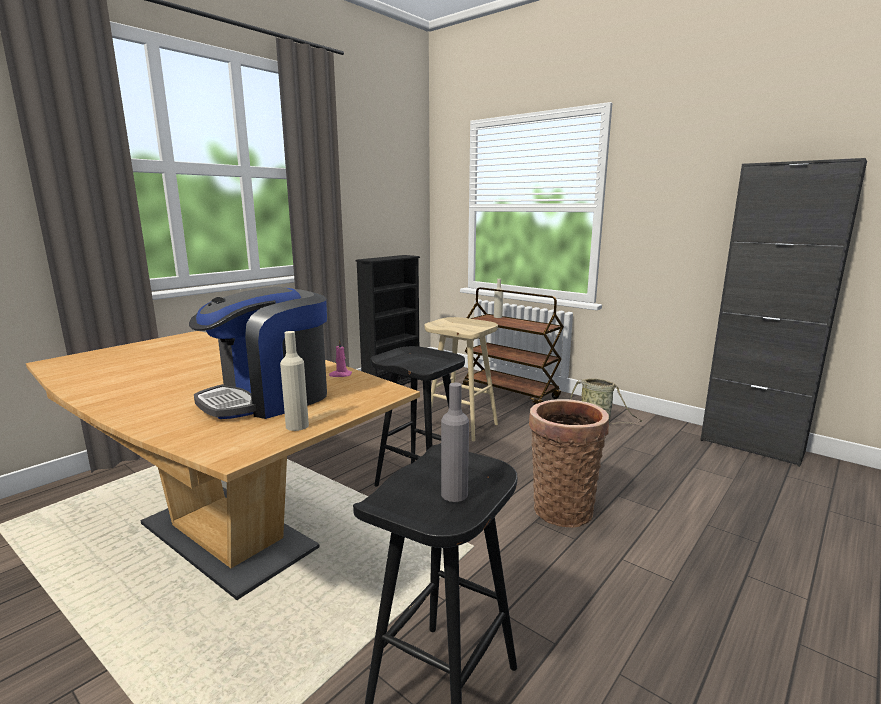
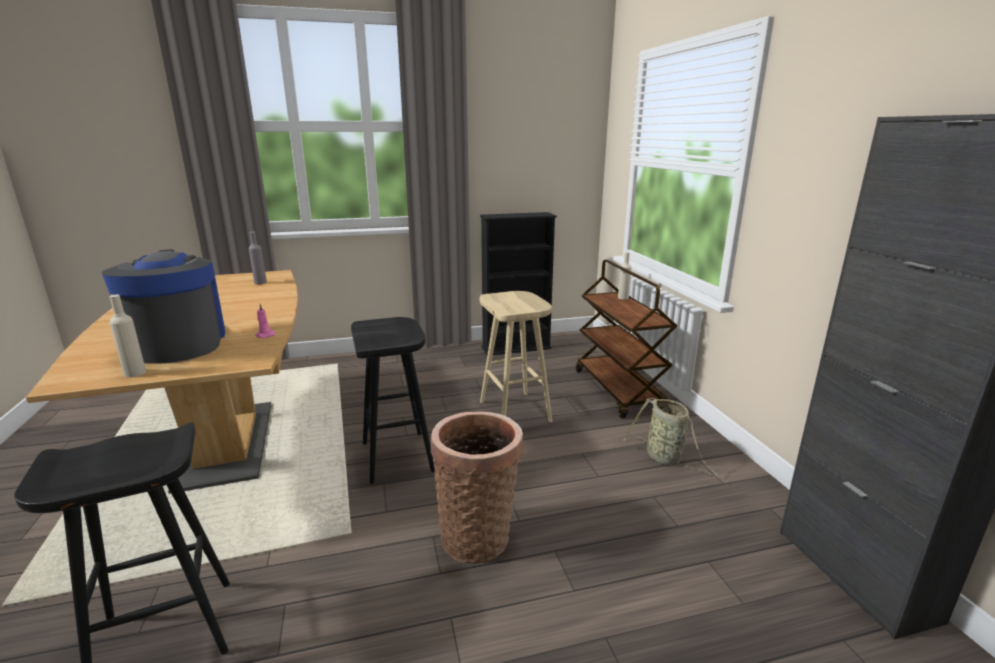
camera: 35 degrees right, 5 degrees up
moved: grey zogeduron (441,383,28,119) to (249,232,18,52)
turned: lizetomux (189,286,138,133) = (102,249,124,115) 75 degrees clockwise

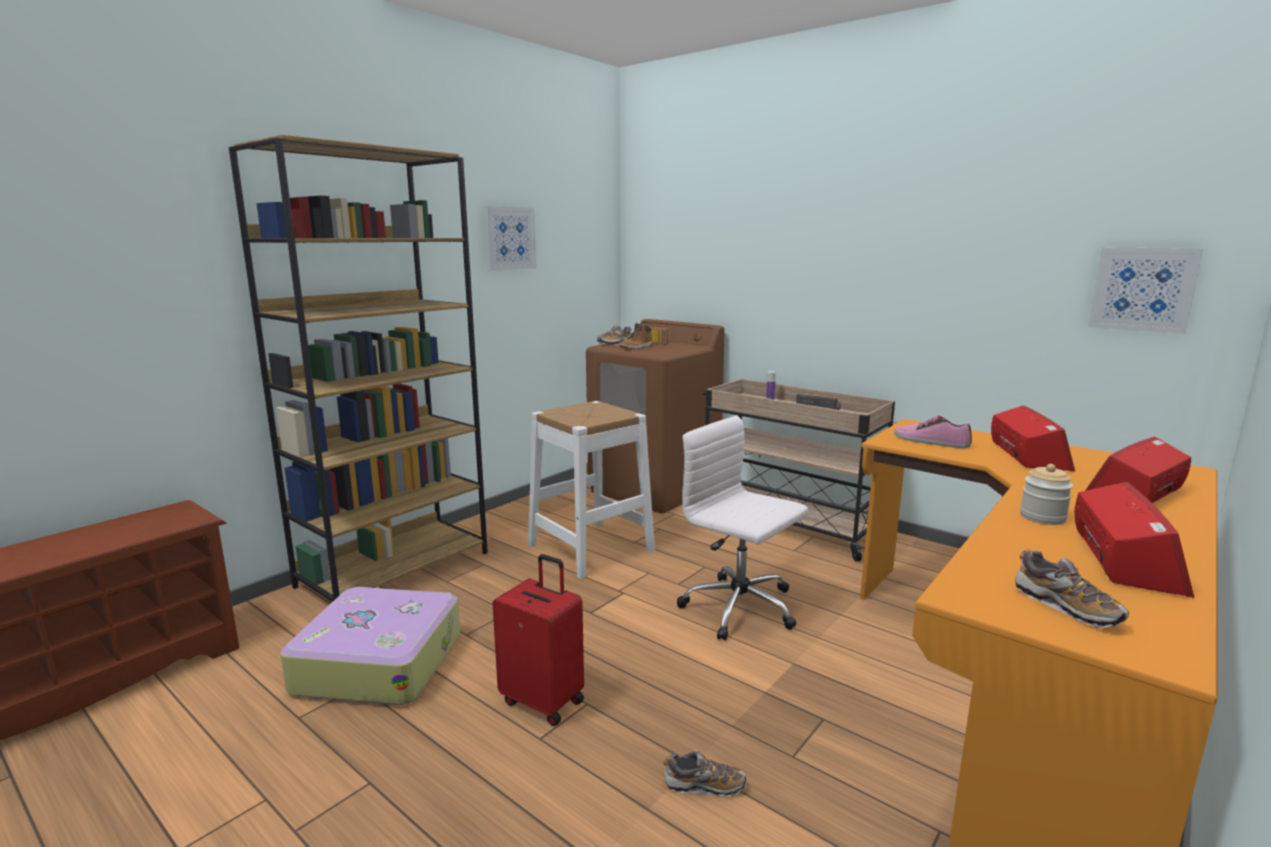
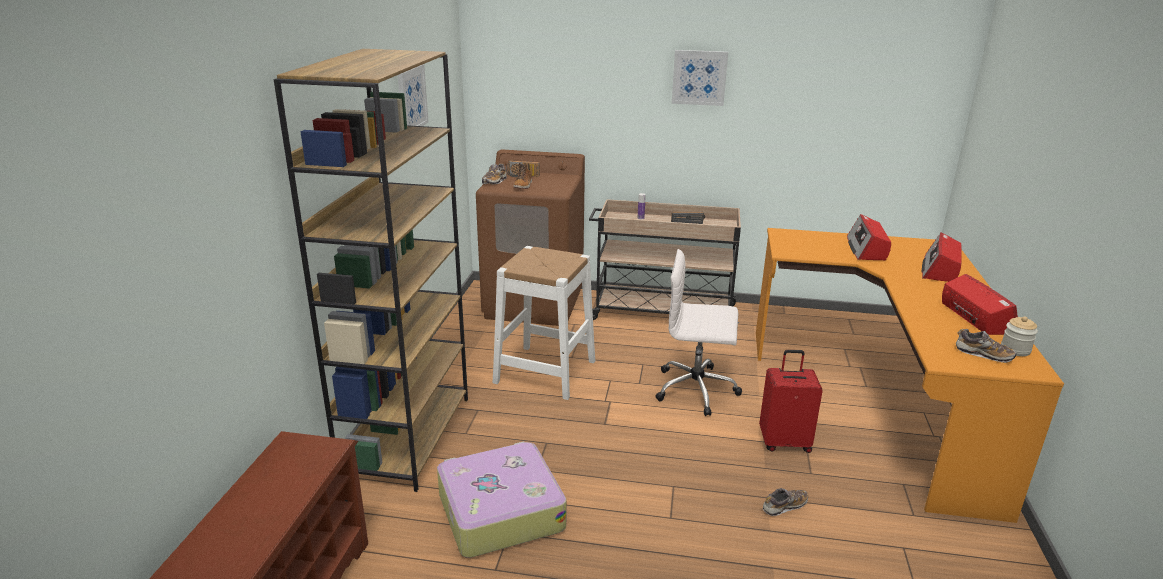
camera: 30 degrees left, 10 degrees up
removed: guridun (894,416,78,32)
moved: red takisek (492,554,92,172) to (759,350,64,103); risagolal (1020,464,53,61) to (1001,316,37,40); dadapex (1088,248,115,86) to (672,50,56,56)
turned: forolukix (991,406,84,66) = (847,214,44,46) 150 degrees counterclockwise

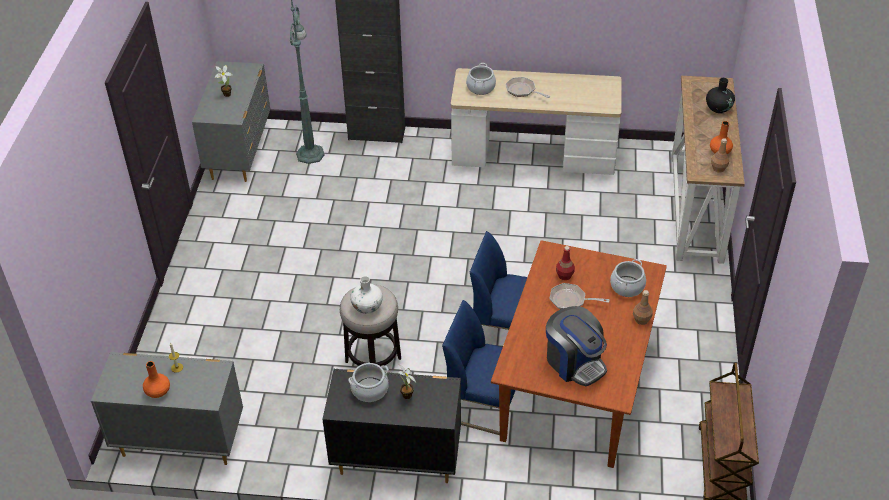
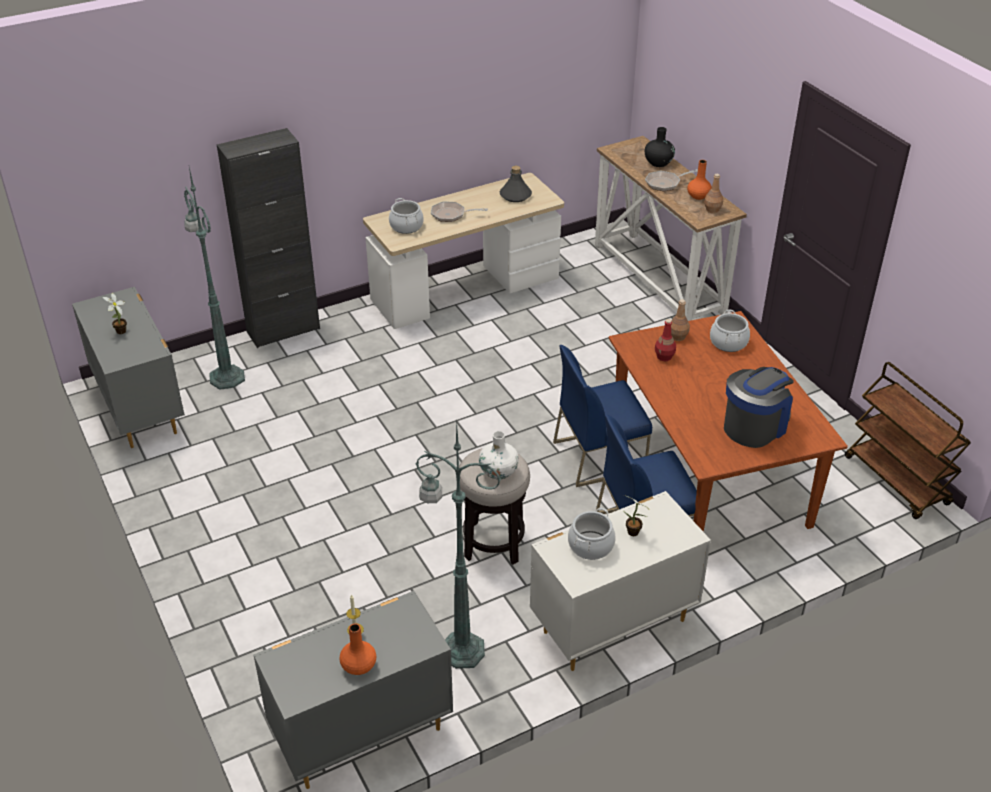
camera: 35 degrees left, 5 degrees down
added: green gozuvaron (416,421,85,248); grey zogeduron (500,166,32,36)
moved: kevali (550,283,60,26) to (645,169,53,22); brown zogeduron (633,290,20,35) to (671,299,19,42)
recoloured: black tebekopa (322,369,139,114) to white tebekopa (530,491,181,180)
turned: lizetomux (546,306,61,80) = (724,367,70,81) 60 degrees counterclockwise

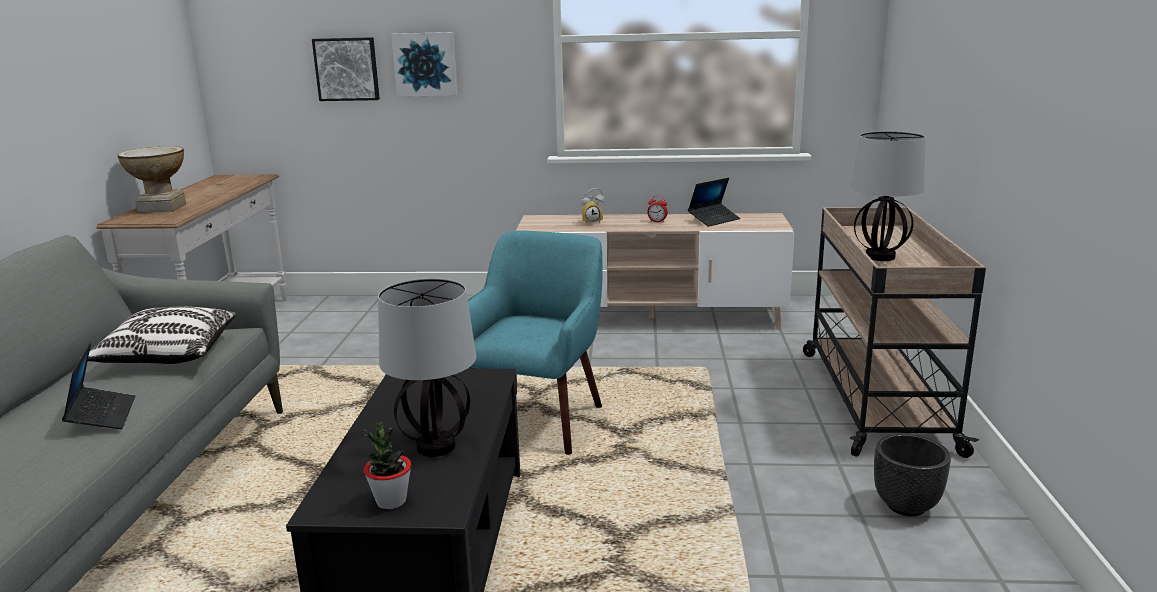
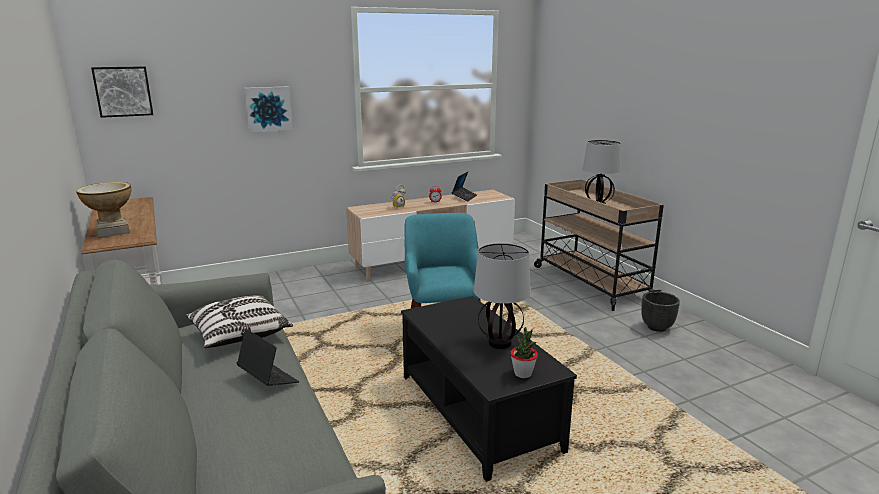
camera: 30 degrees left, 0 degrees up
moved: dadapex (312,37,68,64) to (91,66,62,52)

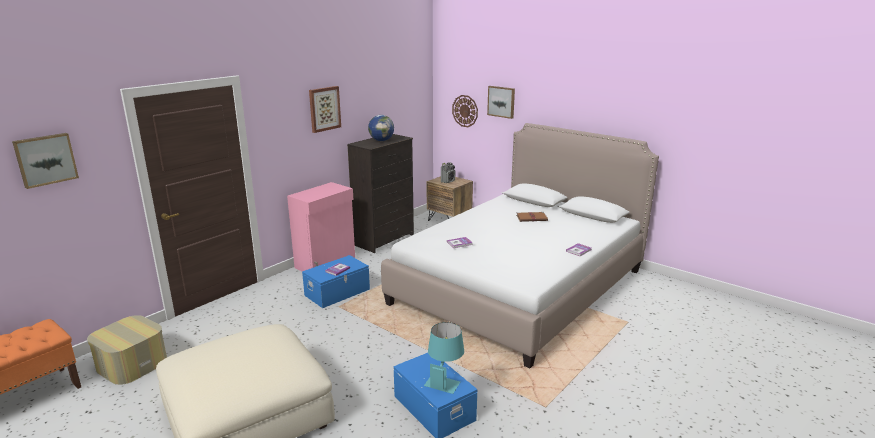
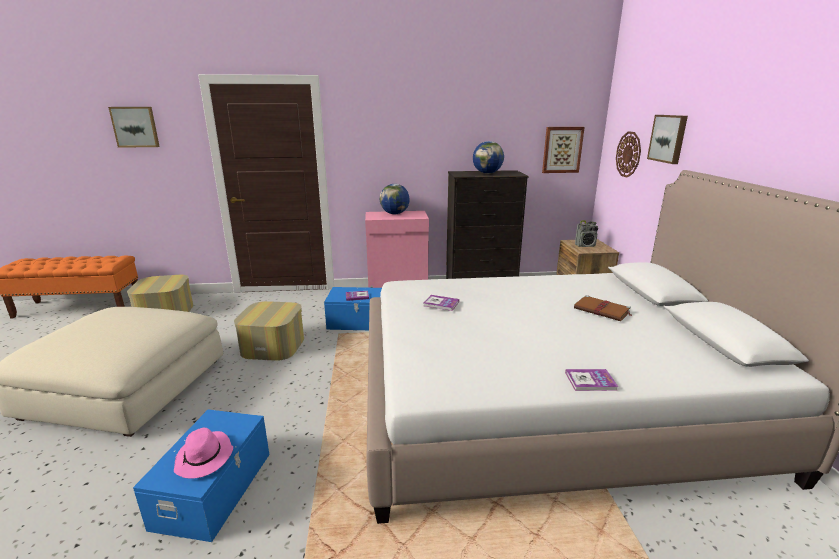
camera: 45 degrees right, 0 degrees up
added: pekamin (234,301,70,60); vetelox (380,184,30,30)
moved: dadapex (309,86,32,47) to (542,127,43,46)
replaced: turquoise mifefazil (424,322,40,72) to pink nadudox (174,428,59,51)

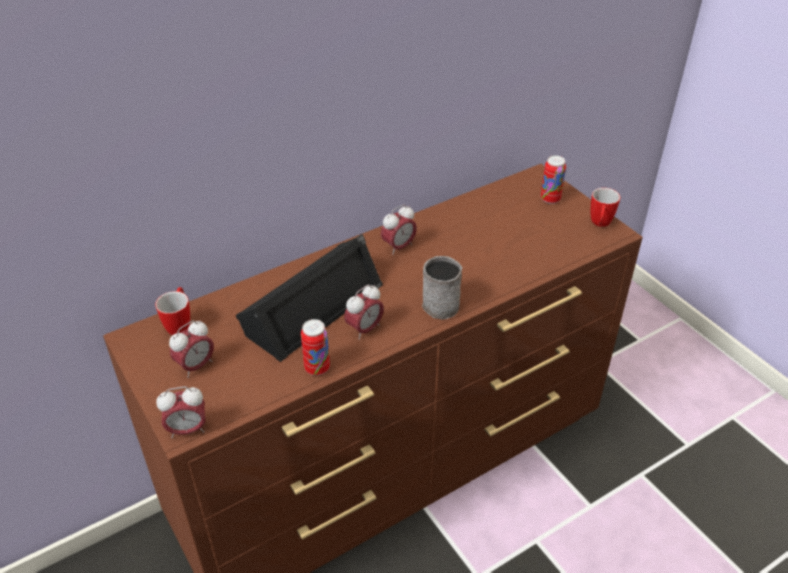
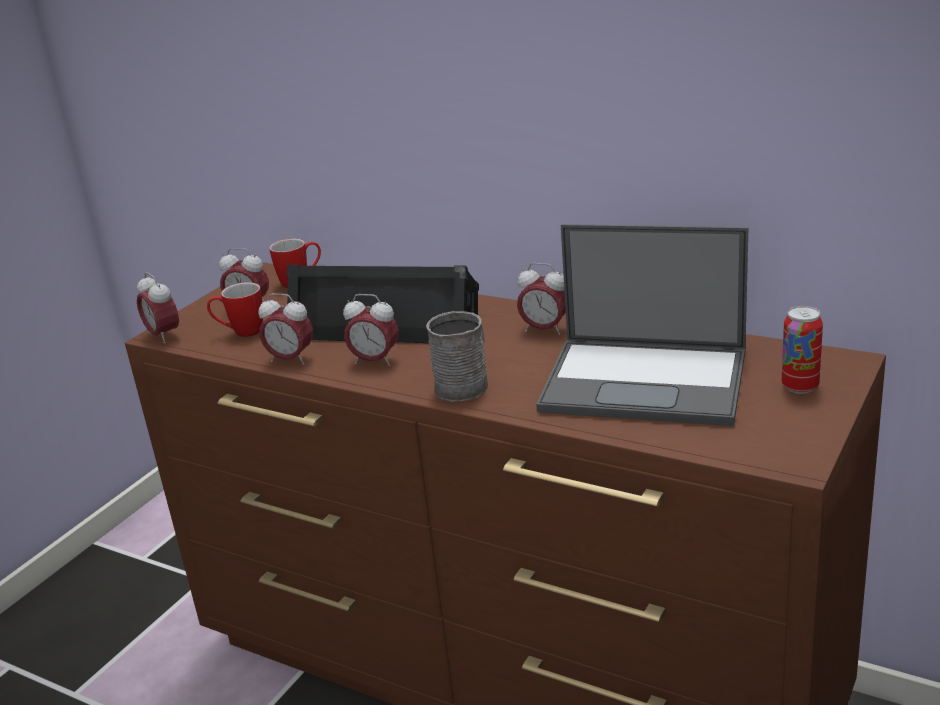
camera: 65 degrees right, 15 degrees down
added: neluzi (536,224,212,202)
moved: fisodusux (591,188,29,39) to (207,282,56,55)
replaced: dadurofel (301,319,29,57) to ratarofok (259,293,54,72)

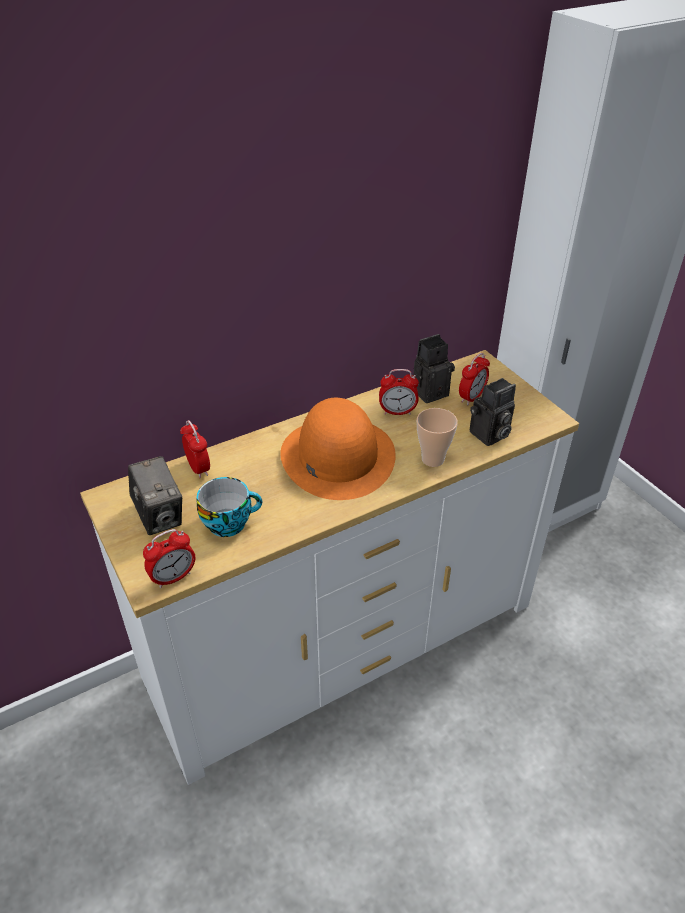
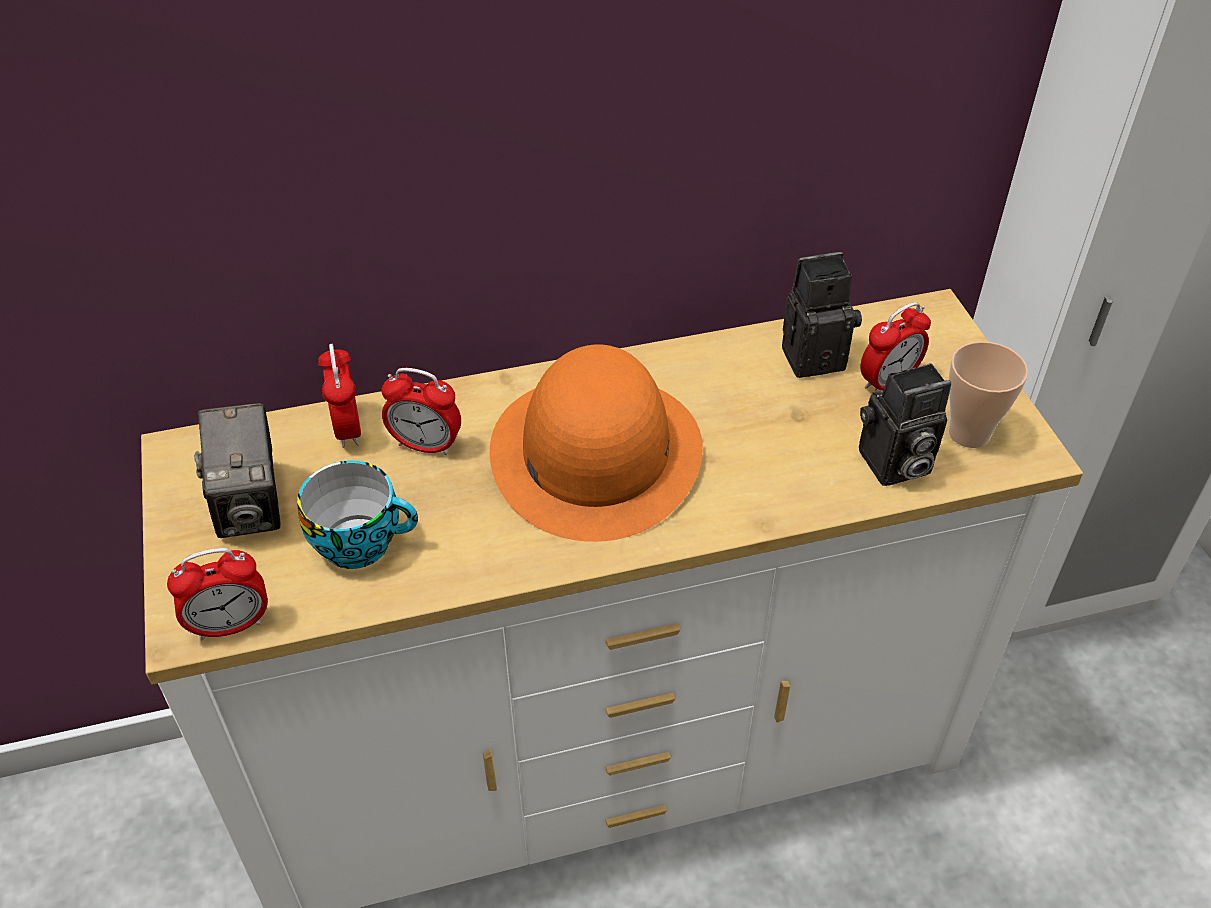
camera: 15 degrees right, 5 degrees up
moved: ratarofok (379,369,40,46) to (381,368,80,87); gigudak (417,408,41,59) to (949,341,79,107)

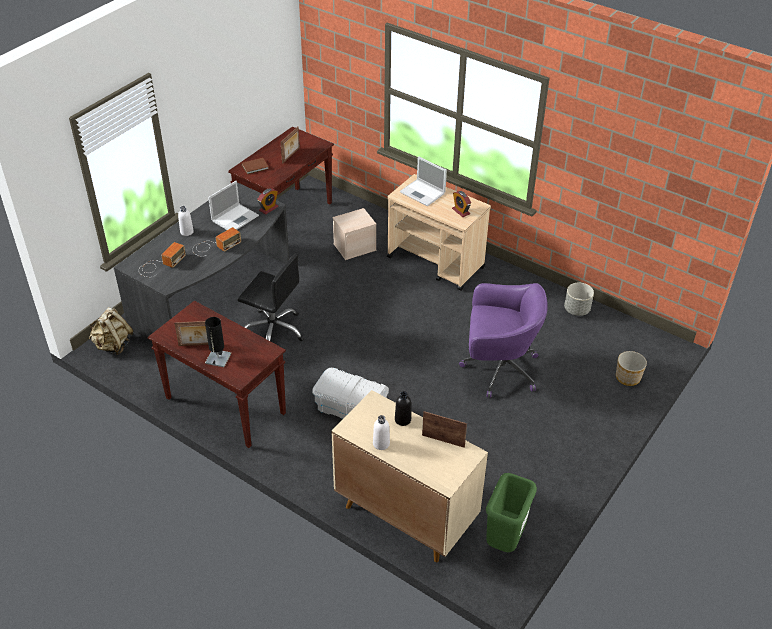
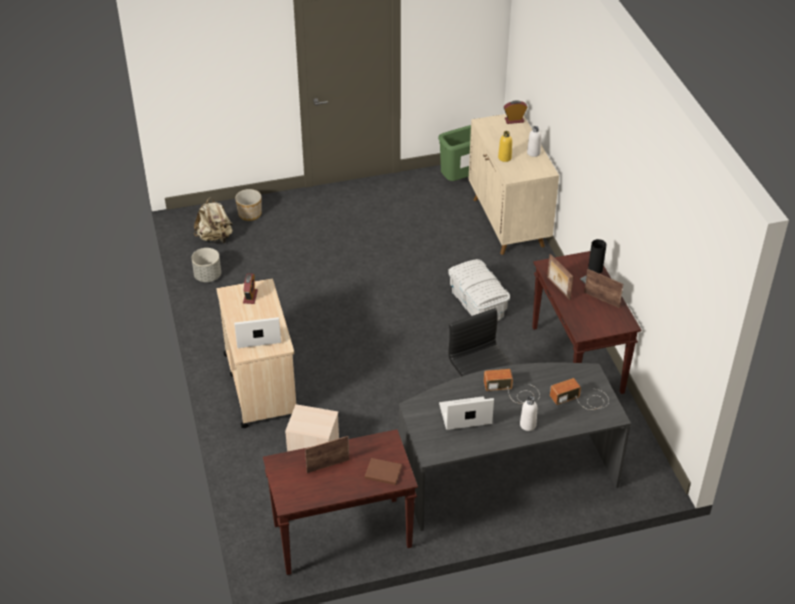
camera: 140 degrees left, 0 degrees up
removed: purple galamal (459,283,89,115)
moved: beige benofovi (89,307,44,48) to (194,197,39,47); ratarofok (257,188,21,26) to (503,100,25,24); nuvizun (422,411,45,37) to (547,254,26,46)
recoloured: black zogeduron (395,391,16,35) to yellow zogeduron (498,131,14,31)
turned: neluzi (400,156,47,50) = (234,317,47,31) 90 degrees counterclockwise

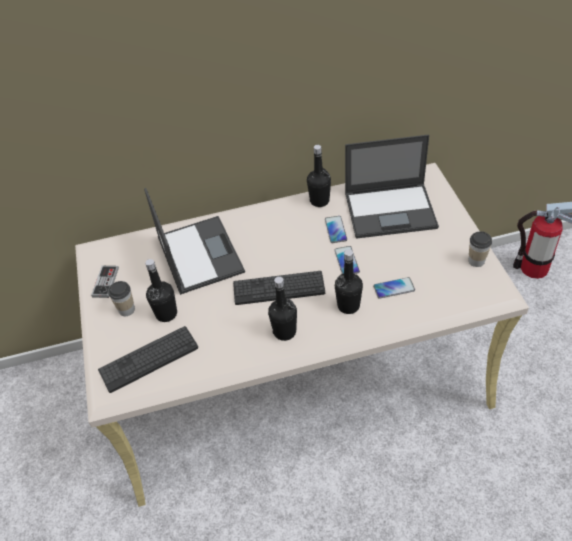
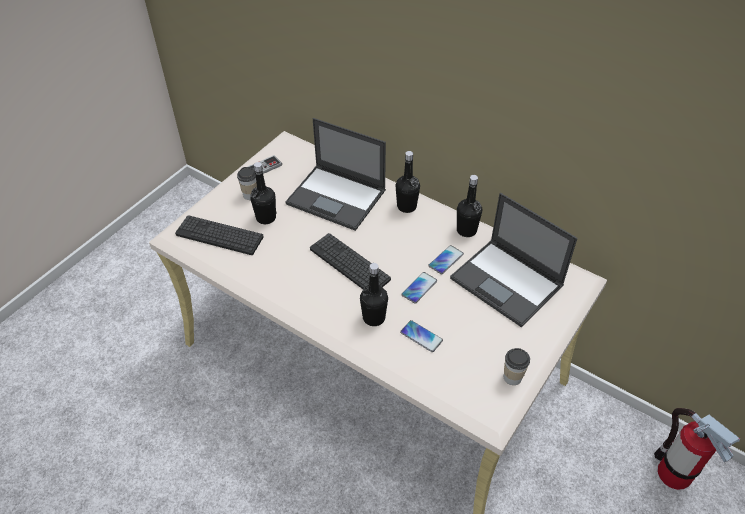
camera: 45 degrees right, 0 degrees up
moved: black zogeduron (268,277,29,64) to (396,151,24,62)
turned: neluzi (144,188,101,107) = (285,118,101,113) 90 degrees clockwise

